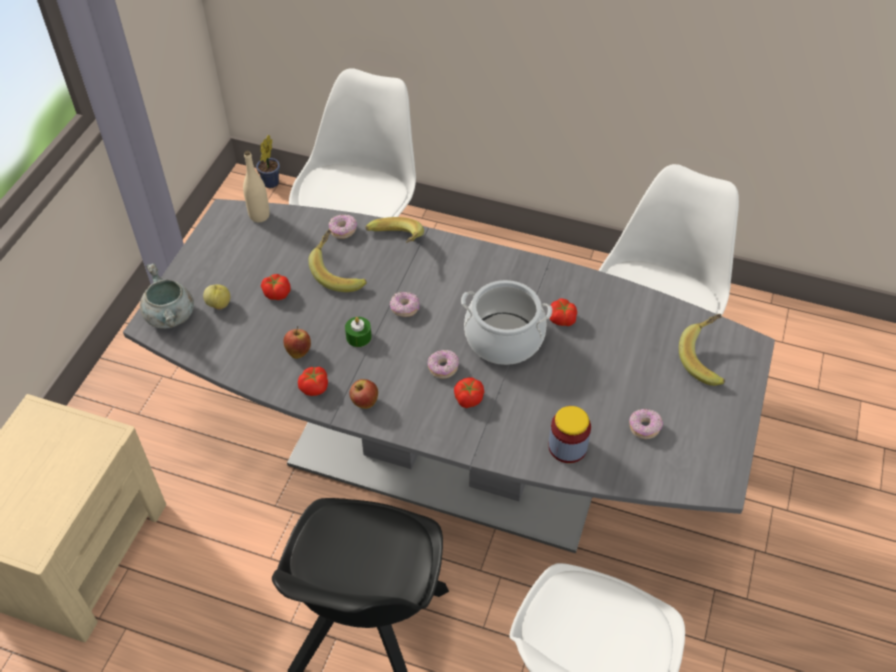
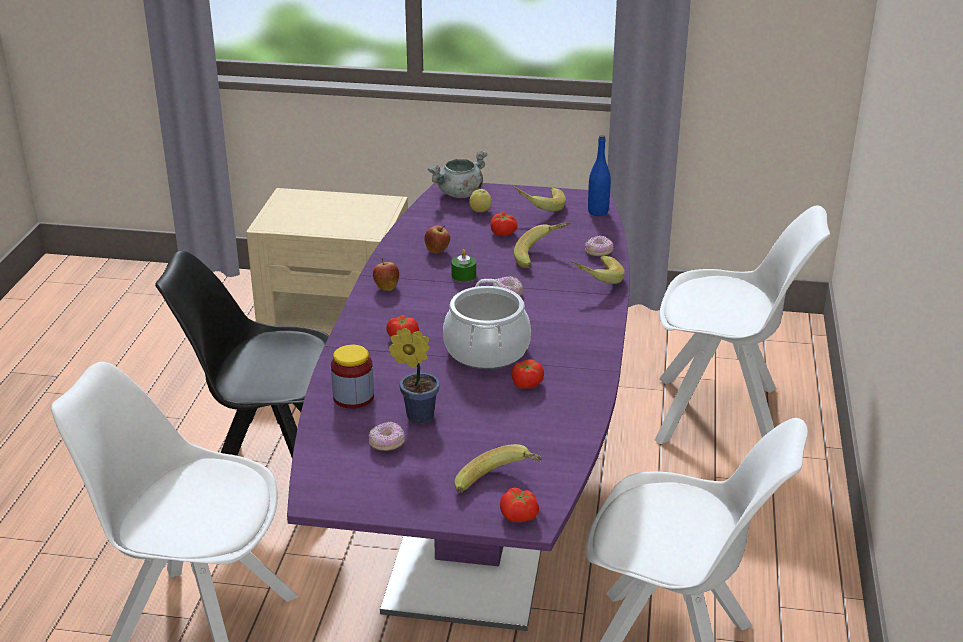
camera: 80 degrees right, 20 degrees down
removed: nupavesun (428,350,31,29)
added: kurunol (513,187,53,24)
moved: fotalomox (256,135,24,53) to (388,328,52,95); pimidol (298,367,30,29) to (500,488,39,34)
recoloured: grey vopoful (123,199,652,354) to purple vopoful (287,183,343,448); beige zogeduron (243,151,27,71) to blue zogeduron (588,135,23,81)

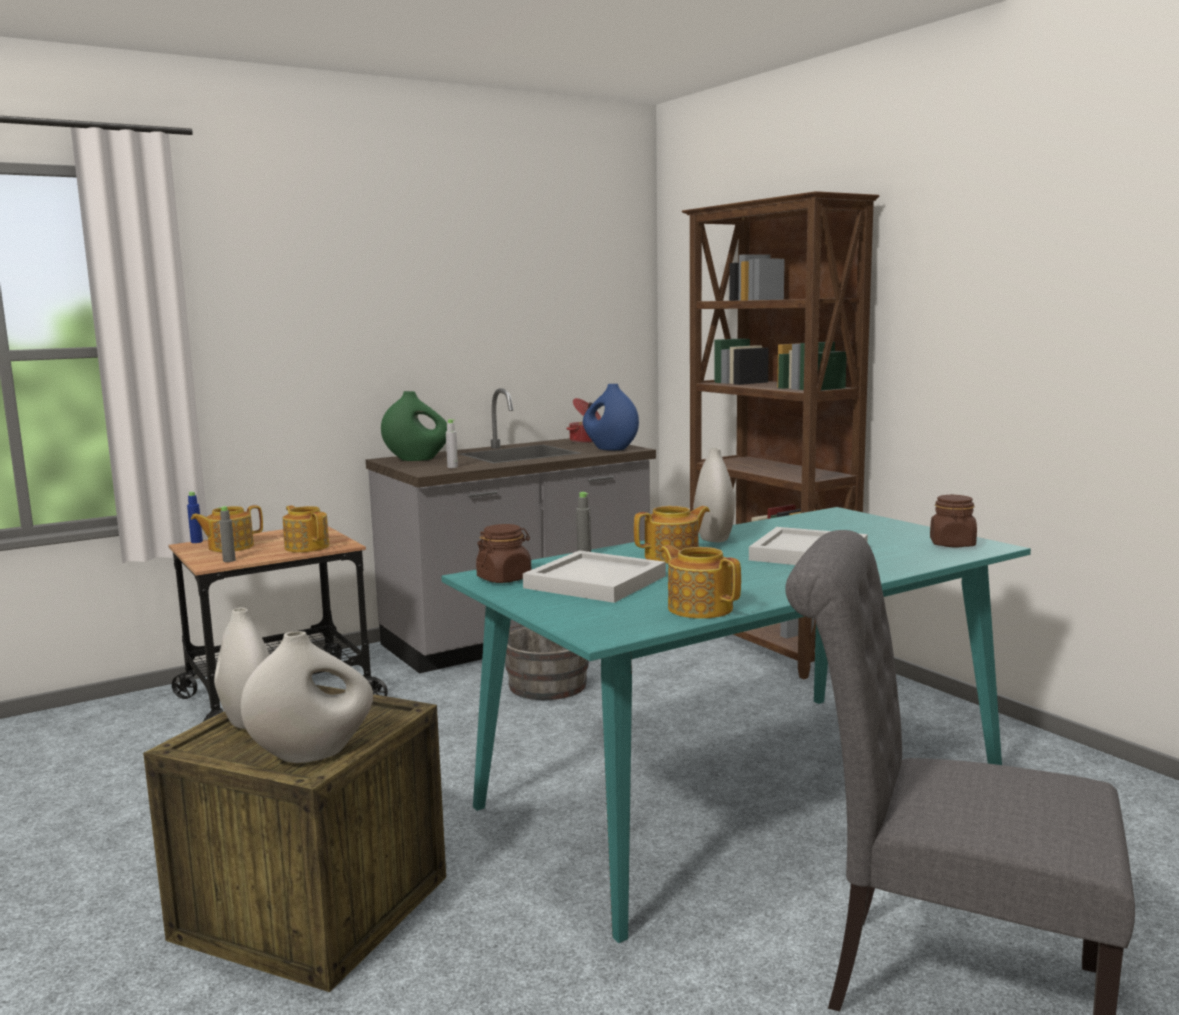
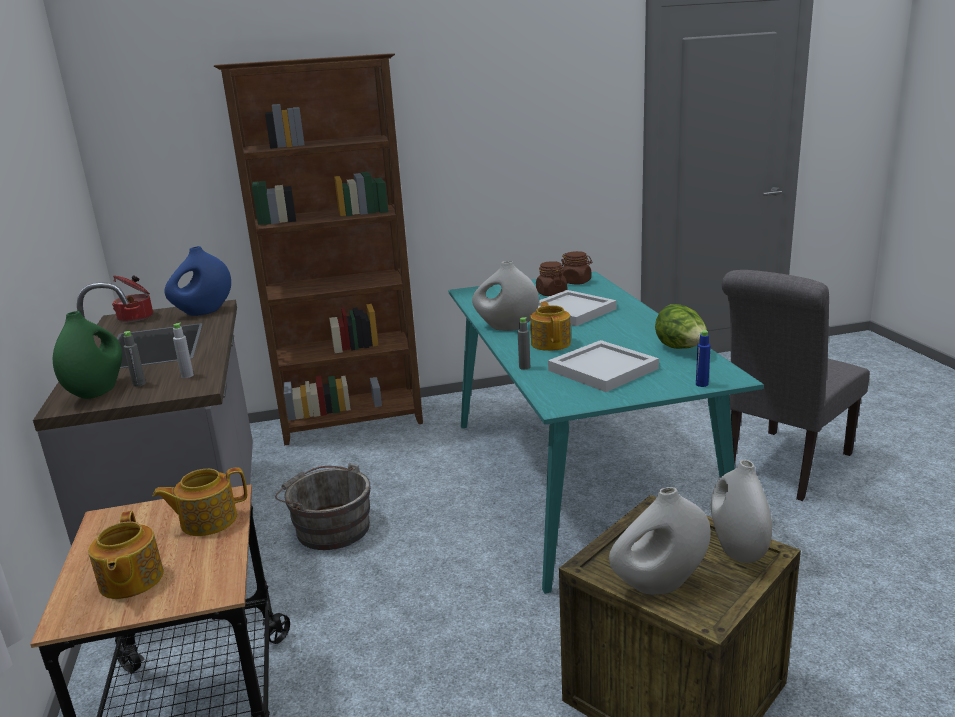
camera: 70 degrees left, 10 degrees up
moved: blue zogeduron (187,491,16,52) to (696,330,15,57); grey zogeduron (218,506,18,56) to (124,331,22,56); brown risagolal (476,524,55,59) to (536,261,31,35)
replaced: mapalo (660,545,81,74) to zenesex (655,304,52,45)

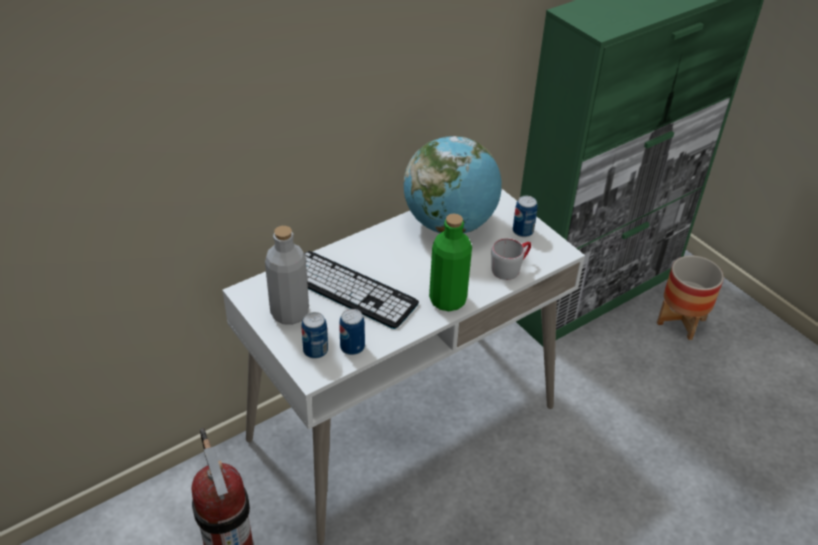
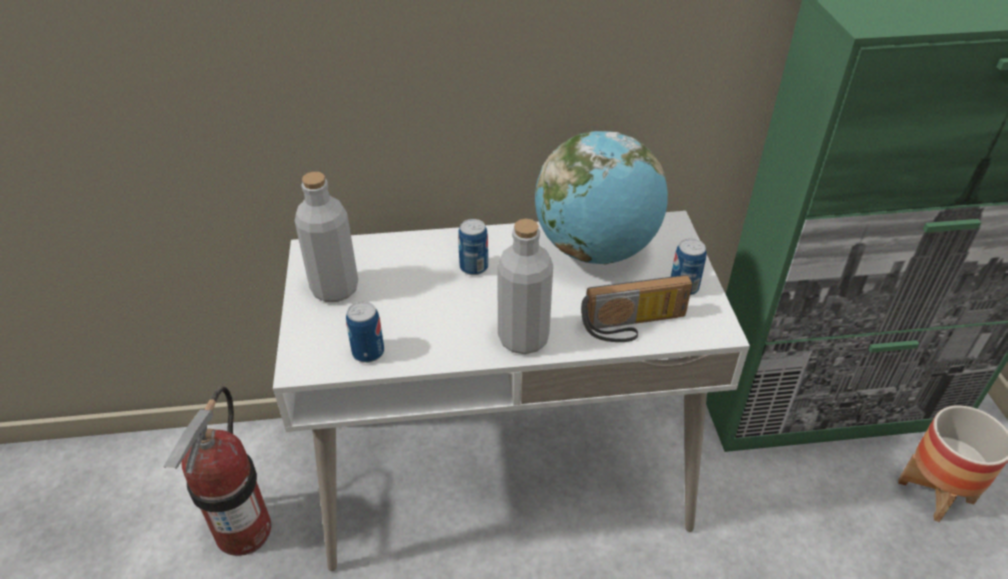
camera: 30 degrees right, 0 degrees up
removed: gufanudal (305,251,114,78)
moved: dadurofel (301,312,27,47) to (458,219,30,56)
replaced: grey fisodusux (491,238,40,42) to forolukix (581,275,111,67)
recoloured: green zogeduron (429,214,43,97) to grey zogeduron (497,219,56,135)

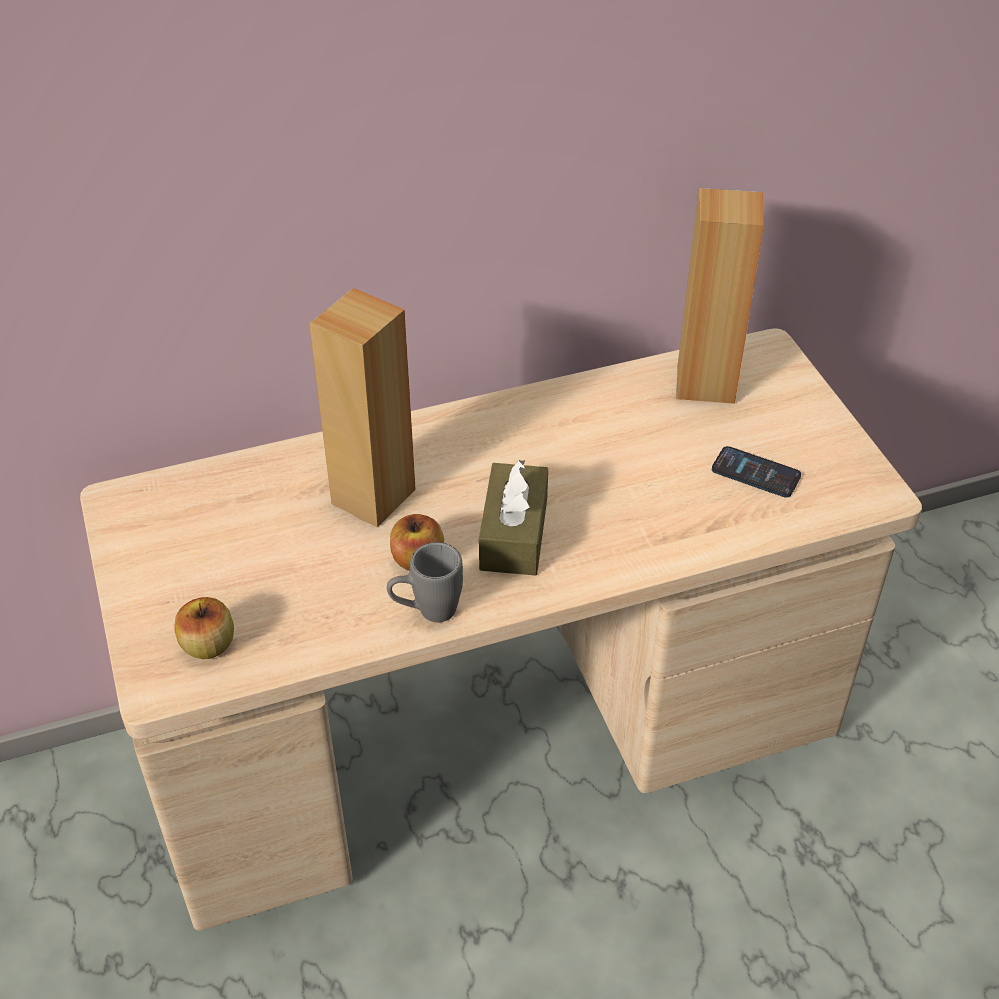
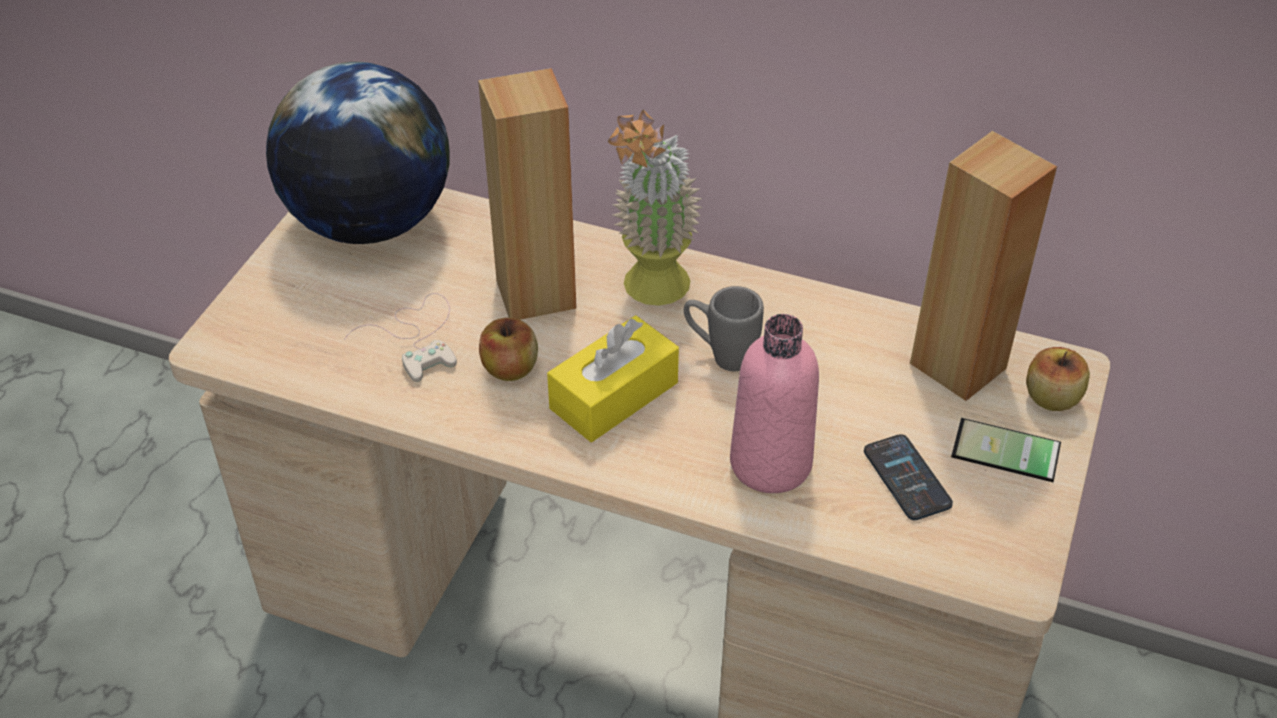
camera: 40 degrees right, 0 degrees up
added: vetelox (266,62,184,182); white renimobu (344,293,113,89); fotalomox (608,110,94,196); pink zogeduron (730,314,89,179); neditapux (951,418,110,64)
moved: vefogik (174,597,60,62) to (1026,347,64,64); grey fisodusux (387,542,76,80) to (684,286,80,85)
recoloured: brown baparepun (479,460,69,116) to yellow baparepun (547,315,132,127)

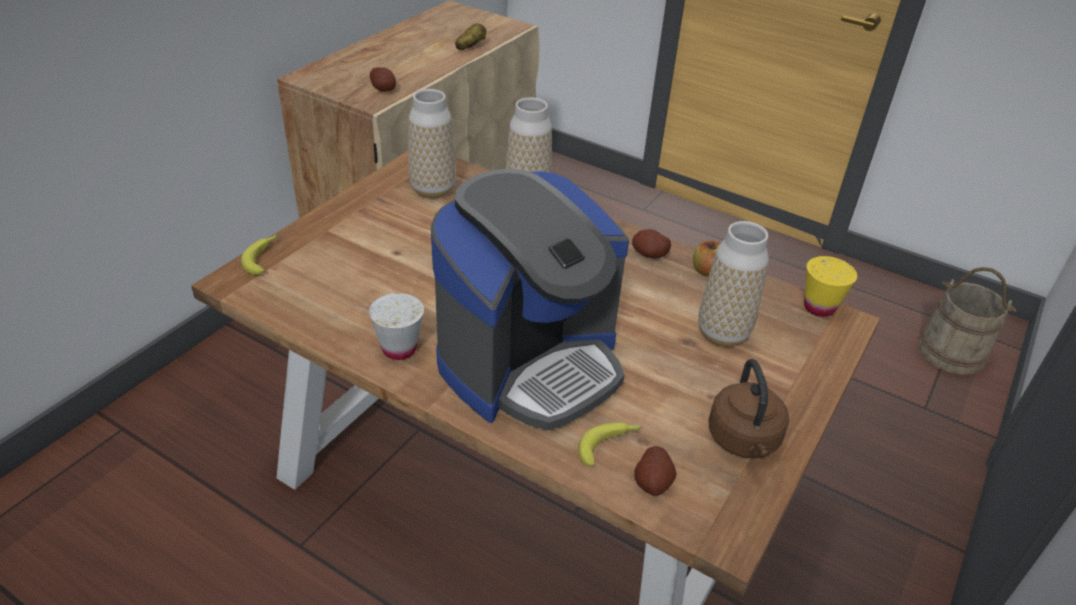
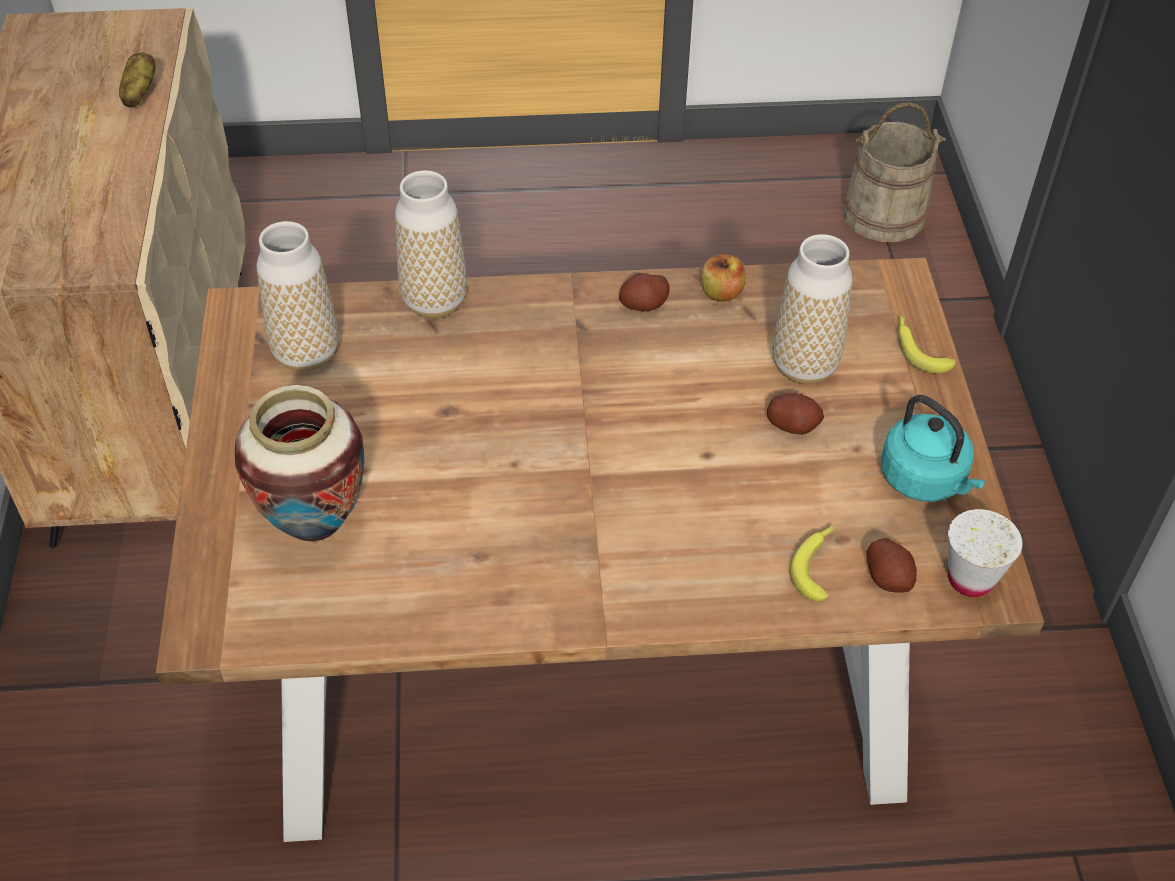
camera: 35 degrees left, 10 degrees up
removed: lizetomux (431,169,198,261); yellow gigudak (804,256,53,61)
added: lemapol (235,385,129,157)
moved: kurunol (241,235,36,40) to (898,315,58,58); white gigudak (369,293,55,67) to (948,509,75,88); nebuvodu (370,67,26,25) to (767,393,57,42)
recoloured: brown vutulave (708,359,81,99) to turquoise vutulave (881,395,104,107)

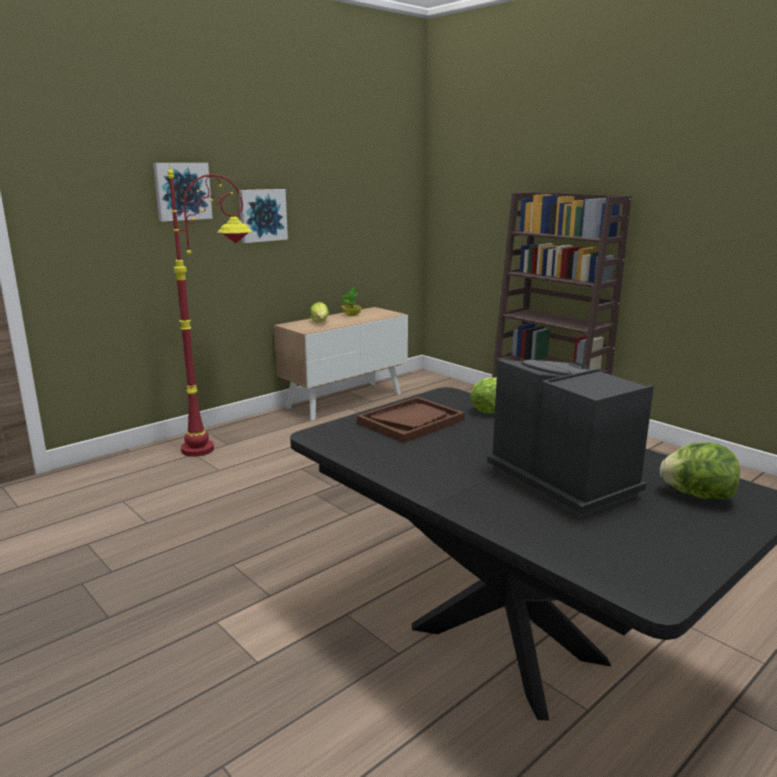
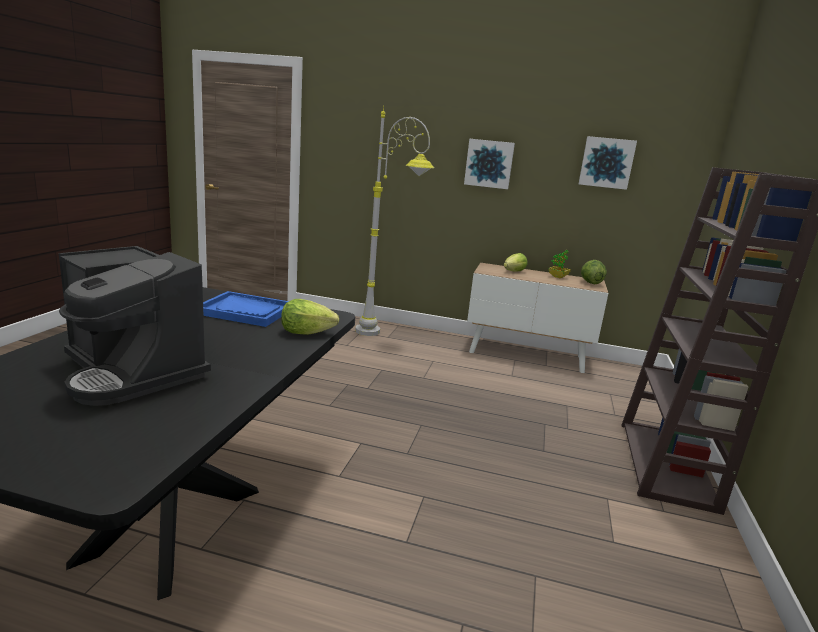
camera: 55 degrees right, 0 degrees up
moved: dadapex (153,163,60,59) to (579,136,58,54); zenesex (660,442,80,57) to (581,260,26,24)
recoloured: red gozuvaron (168,163,85,294) to grey gozuvaron (355,106,79,230); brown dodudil (357,397,108,46) to blue dodudil (203,291,86,36)
turned: lizetomux (487,359,167,159) = (59,246,152,160) 105 degrees clockwise

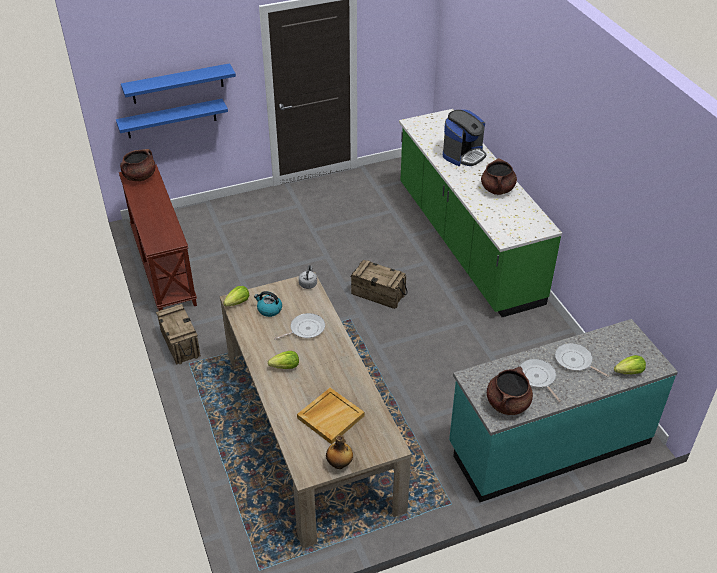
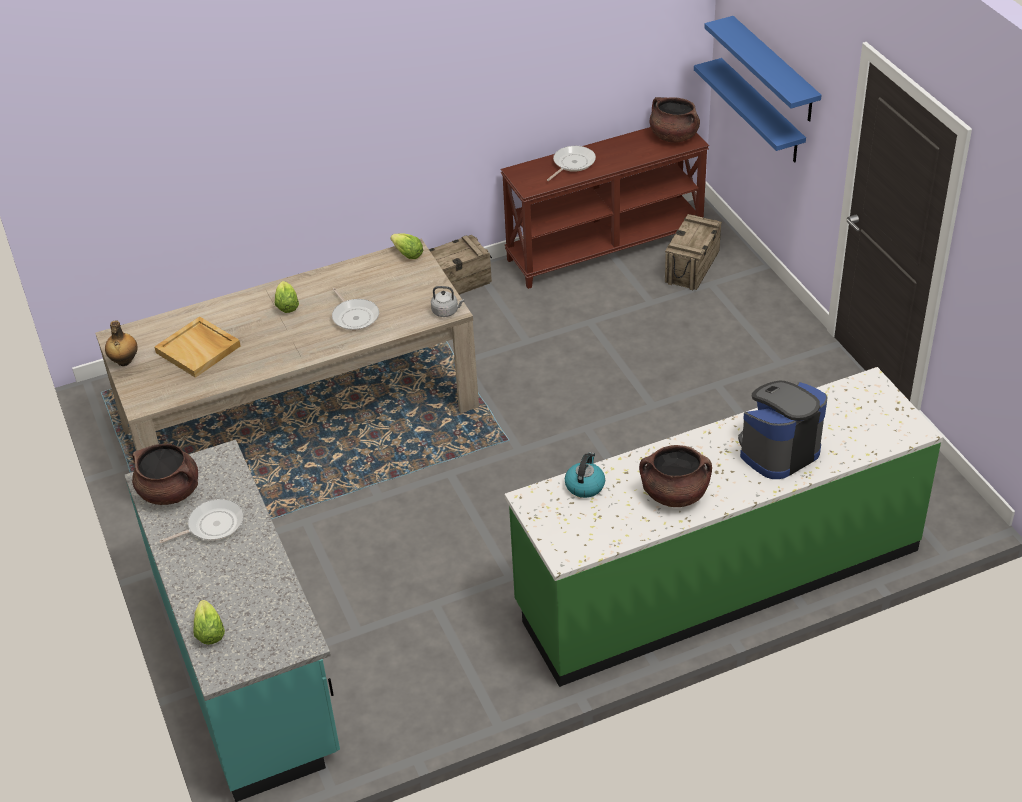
camera: 90 degrees right, 0 degrees up
moved: vutulave (254,291,28,26) to (565,452,40,46); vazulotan (350,260,57,49) to (665,214,57,76); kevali (555,343,54,34) to (547,146,49,35)
turned: lizetomux (443,110,44,56) = (738,381,90,98) 105 degrees clockwise

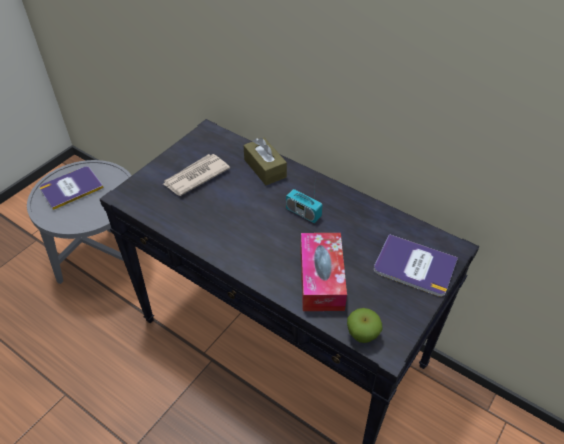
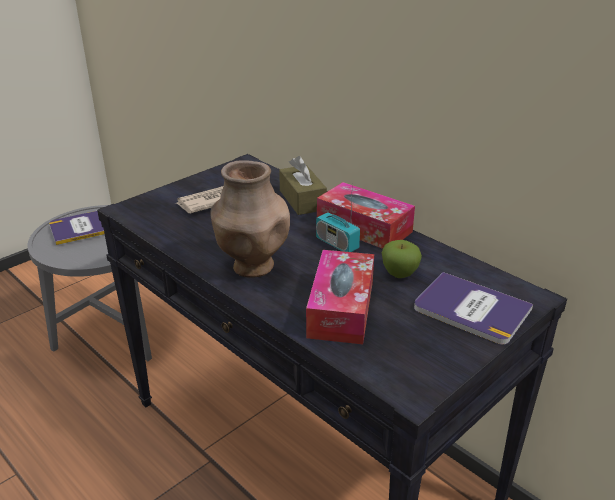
camera: 10 degrees right, 15 degrees down
added: brown lemapol (210,160,80,118); baparepun (317,182,98,67)
moved: vefogik (347,308,35,35) to (382,240,40,38)

